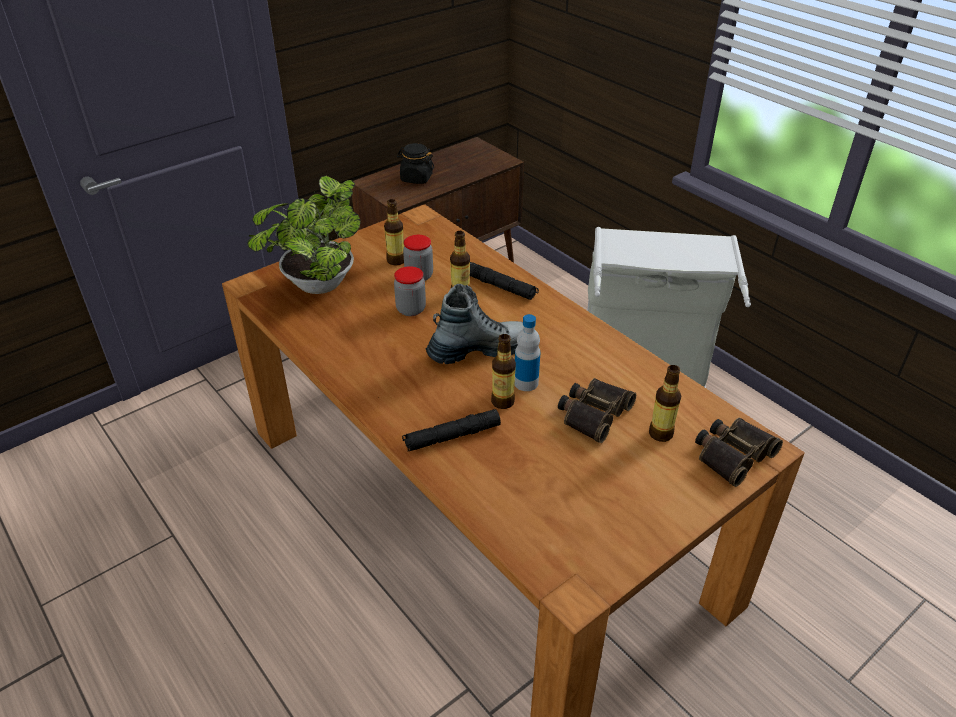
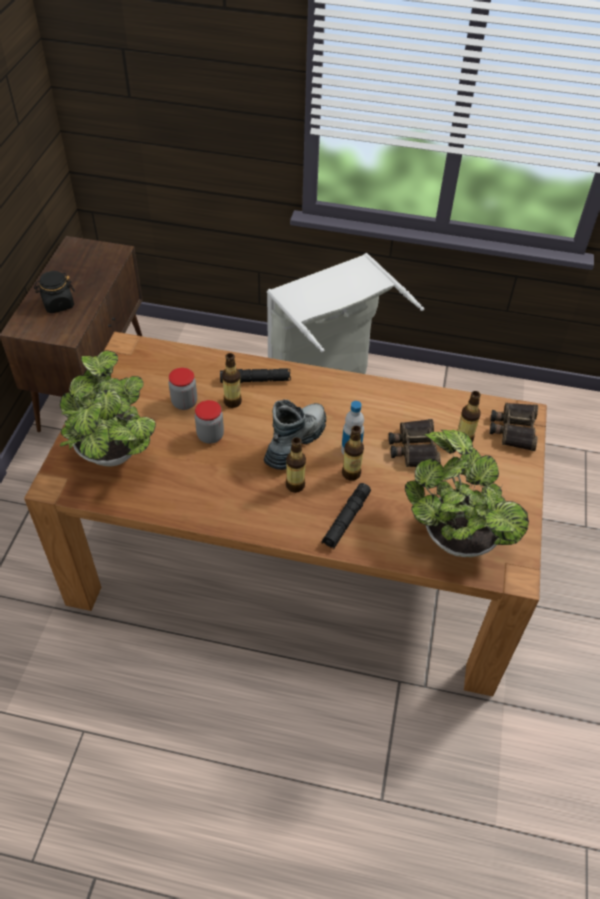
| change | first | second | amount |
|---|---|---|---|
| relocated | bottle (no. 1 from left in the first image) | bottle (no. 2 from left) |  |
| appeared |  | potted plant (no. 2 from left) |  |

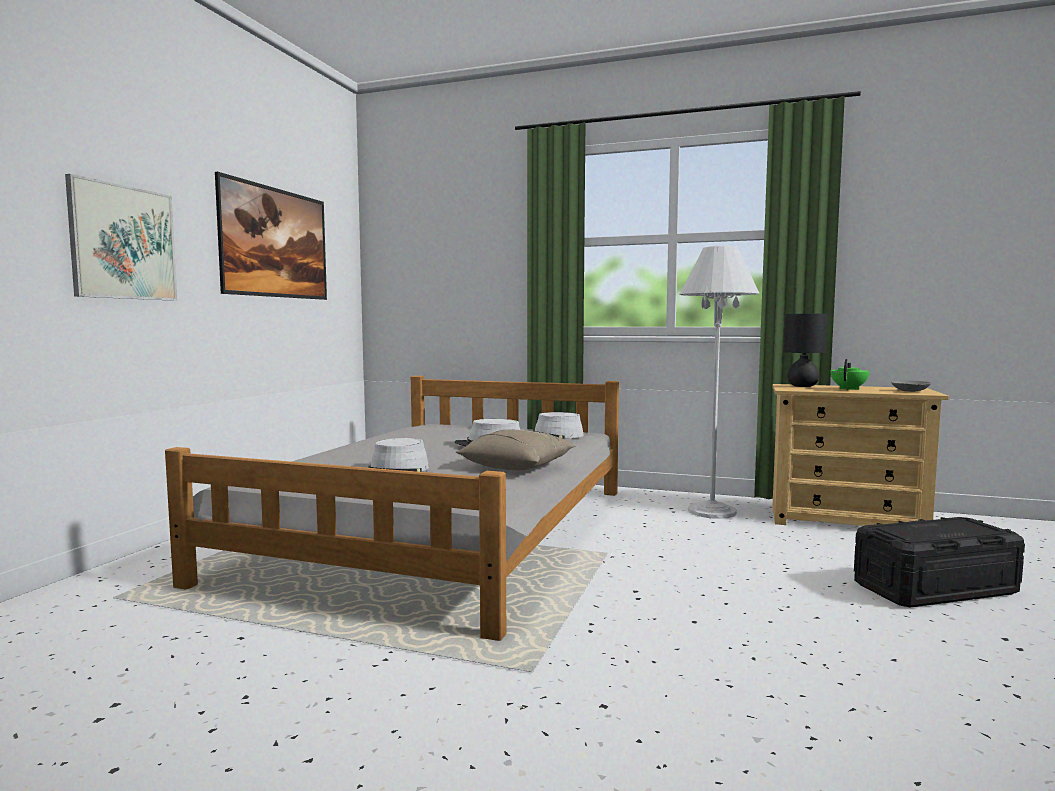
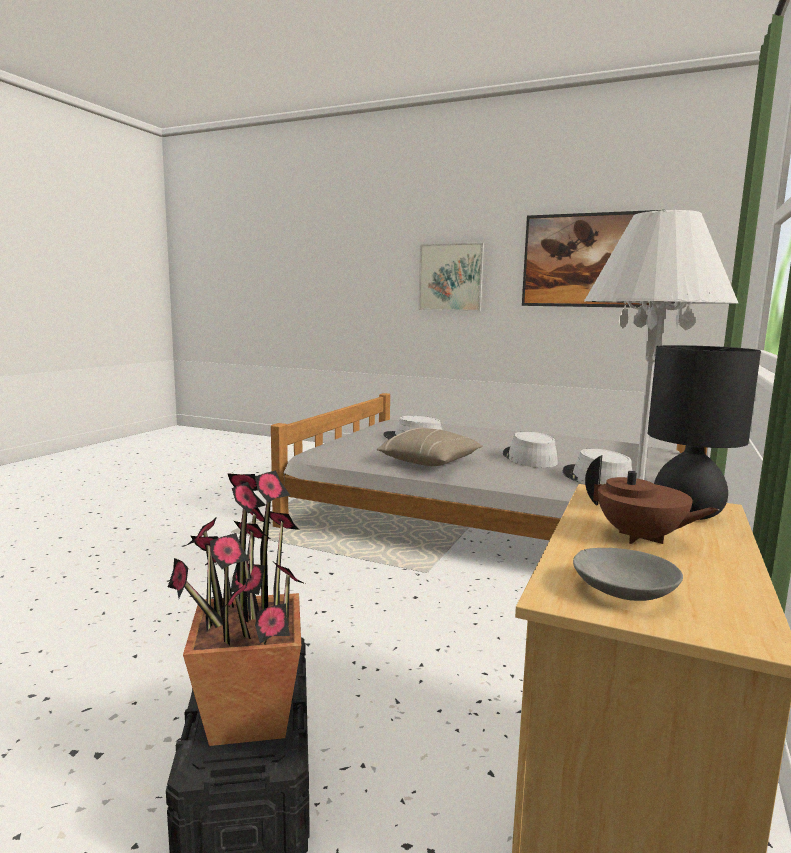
| change | first | second | amount |
|---|---|---|---|
| colour | teapot/green | teapot/brown |  |
| appeared |  | potted plant |  |

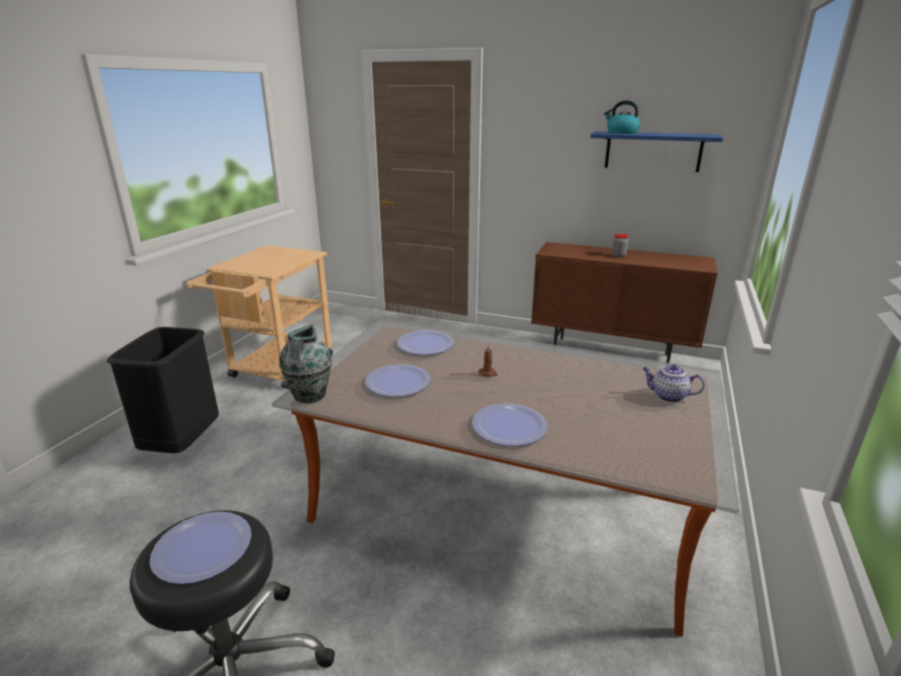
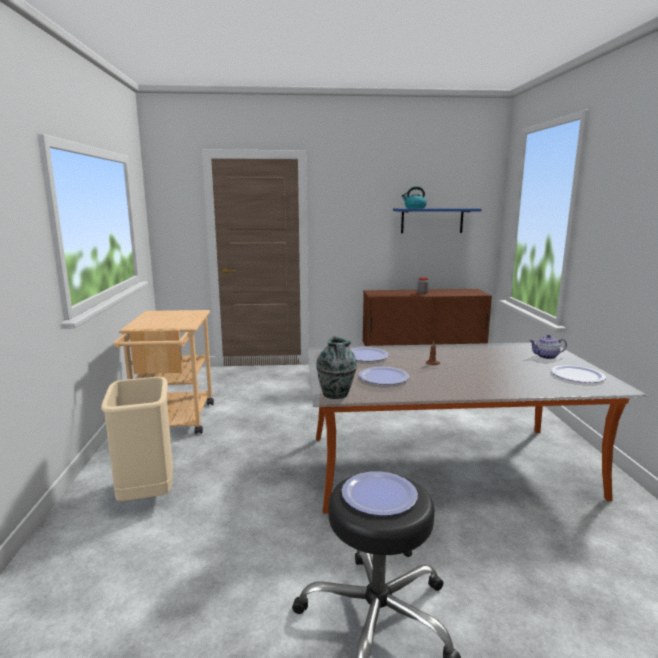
| change | first | second | amount |
|---|---|---|---|
| colour | trash can/black | trash can/beige |  |
| relocated | plate (no. 4 from left) |  |  |

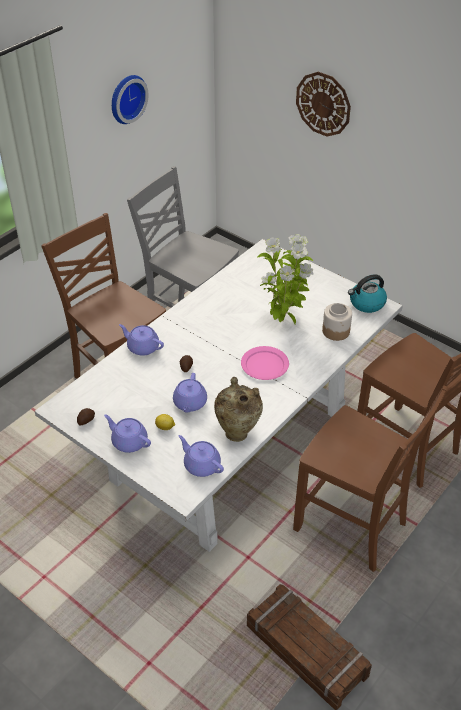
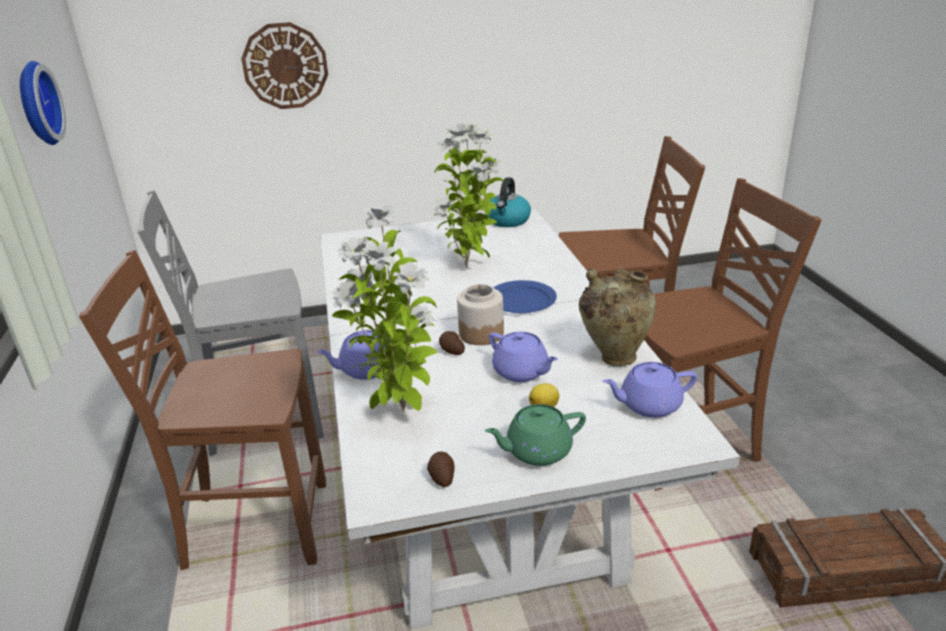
| change | first | second | amount |
|---|---|---|---|
| relocated | jar |  |  |
| colour | plate/pink | plate/blue |  |
| colour | teapot/purple (no. 1 from left) | teapot/green |  |
| appeared |  | potted plant (no. 1 from left) |  |

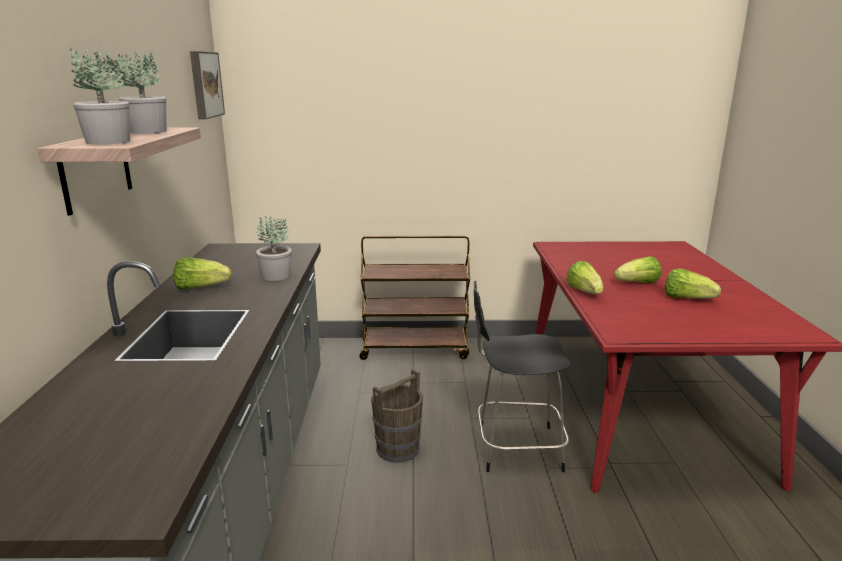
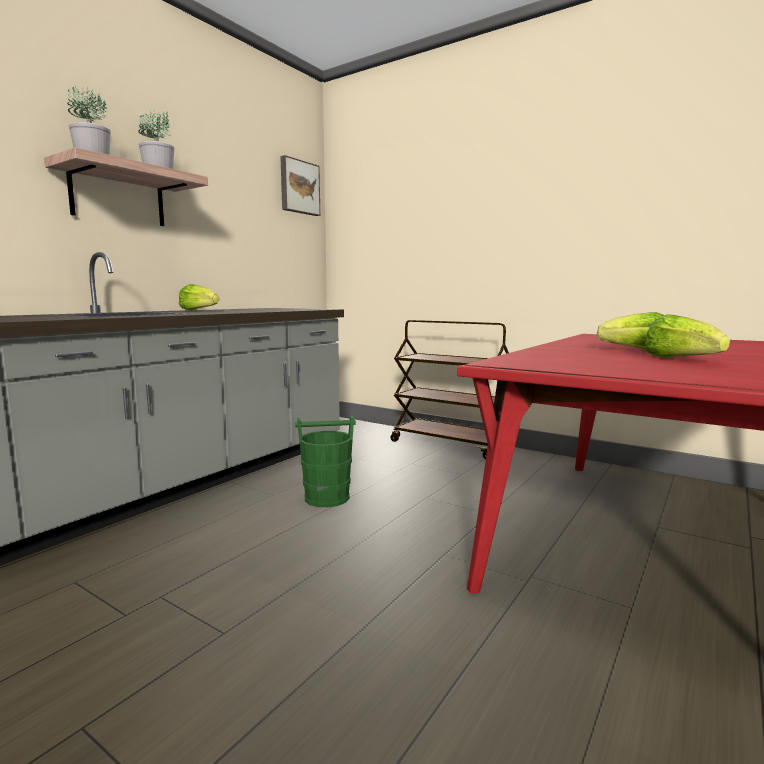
| change | first | second | amount |
|---|---|---|---|
| missing | potted plant (no. 3 from left) |  |  |
| missing | lettuce (no. 2 from left) |  |  |
| missing | chair/black |  |  |
| colour | bucket/brown | bucket/green |  |

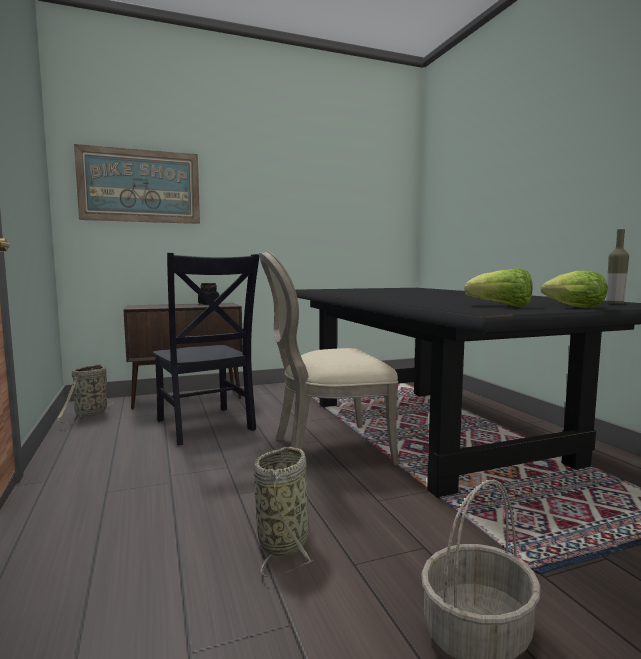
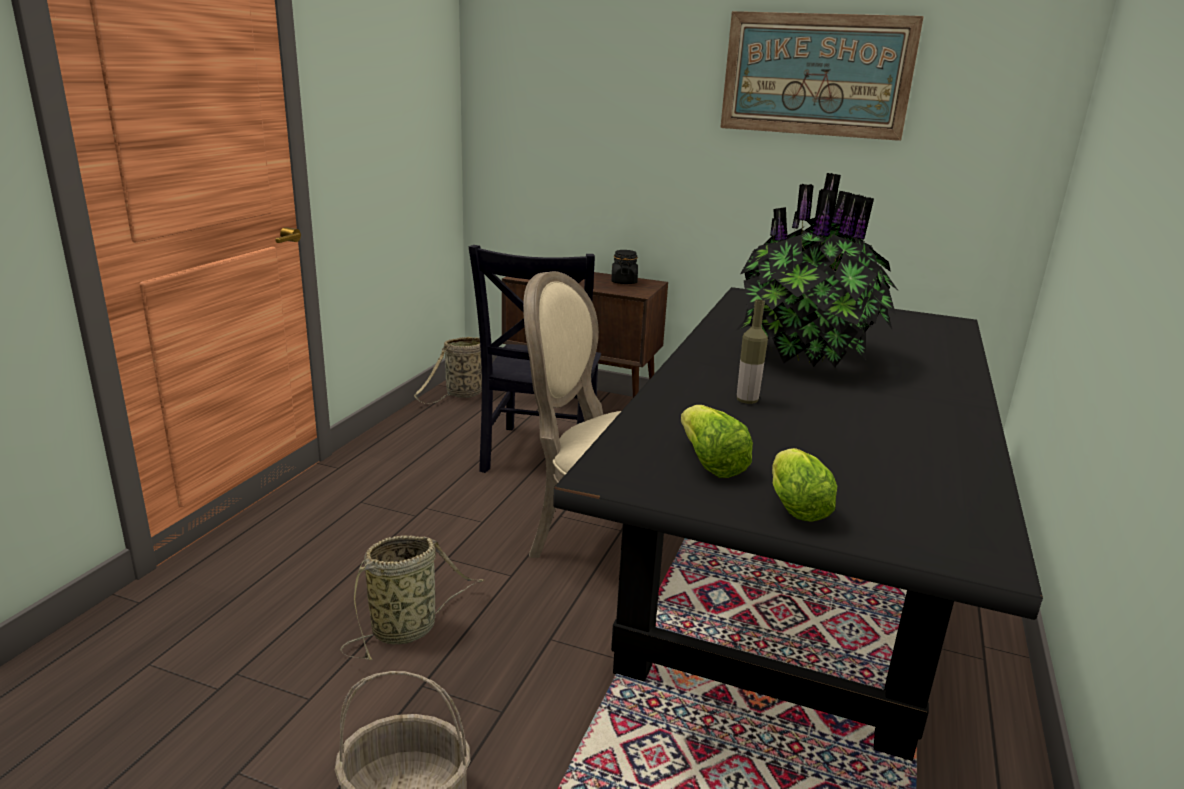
| change | first | second | amount |
|---|---|---|---|
| relocated | picture |  |  |
| relocated | bottle |  |  |
| appeared |  | potted plant |  |

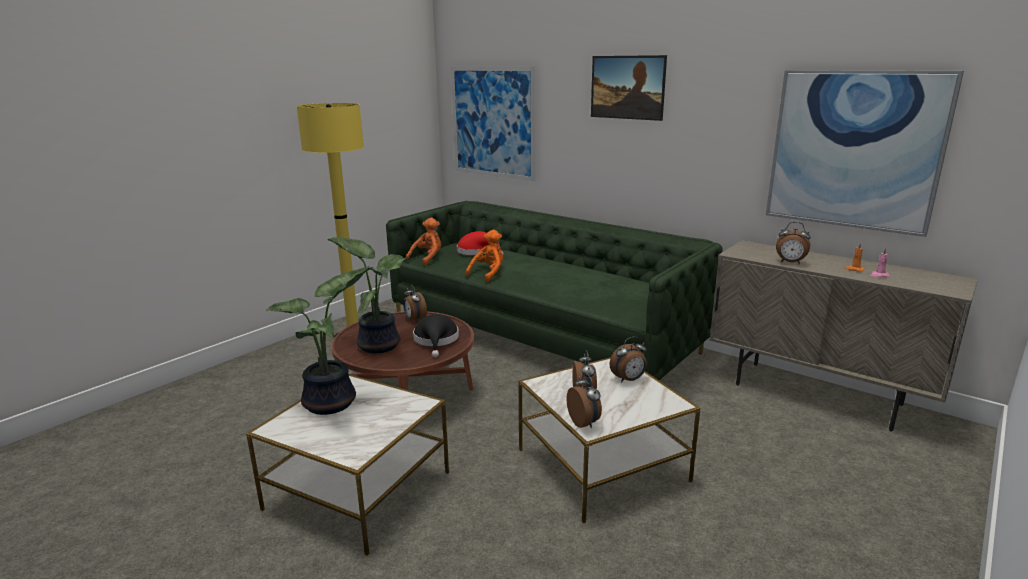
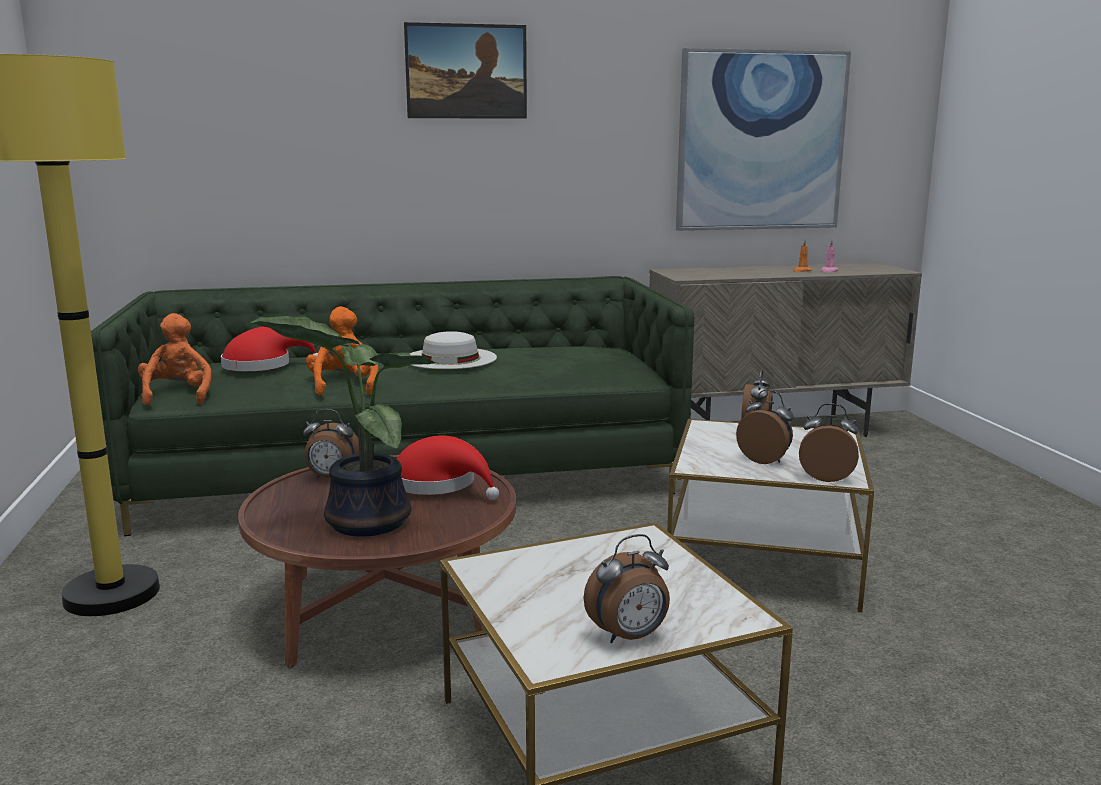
| change | first | second | amount |
|---|---|---|---|
| missing | picture (no. 1 from left) |  |  |
| relocated | alarm clock (no. 5 from left in the first image) | alarm clock (no. 2 from left) |  |
| missing | potted plant (no. 1 from left) |  |  |
| colour | hat/black | hat/red (no. 2 from left) |  |
| appeared |  | hat/white |  |

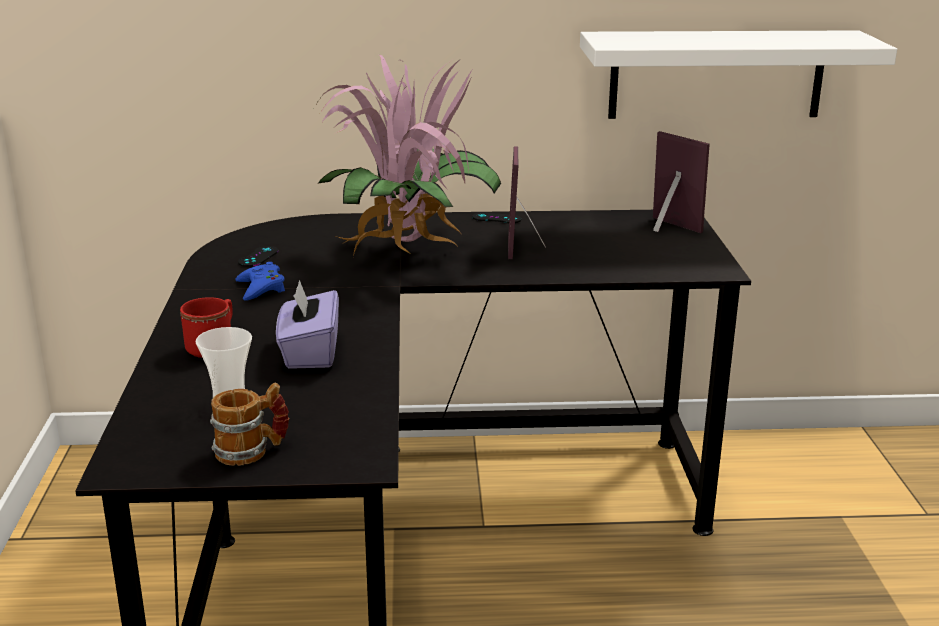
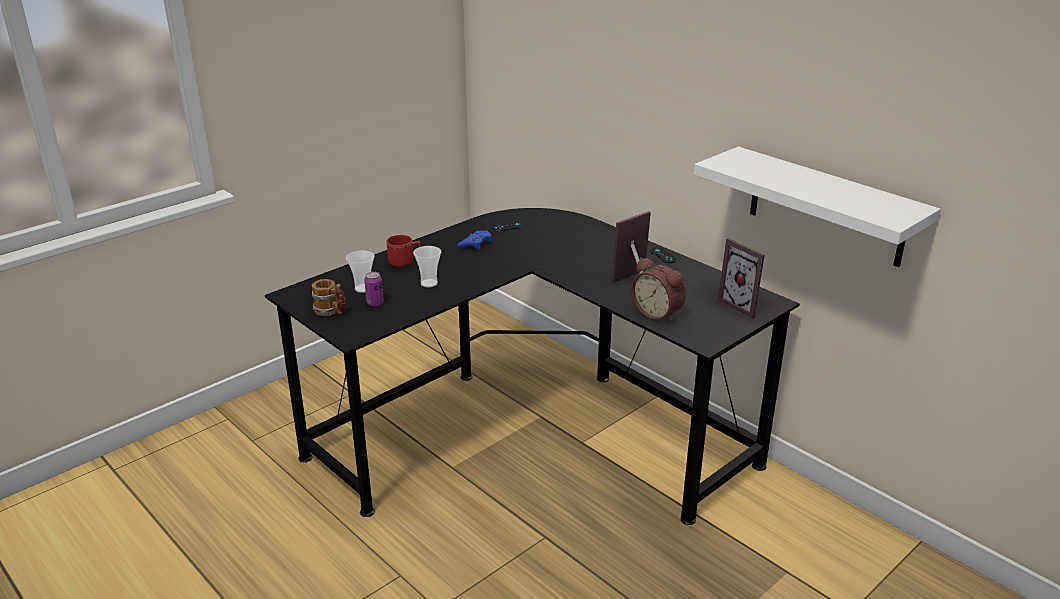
| change | first | second | amount |
|---|---|---|---|
| missing | potted plant |  |  |
| spun | picture frame (no. 2 from left) |  | 135 degrees clockwise |
| exchanged | tissue box/purple | cup (no. 2 from left) |  |
| appeared |  | alarm clock |  |
| appeared |  | can |  |

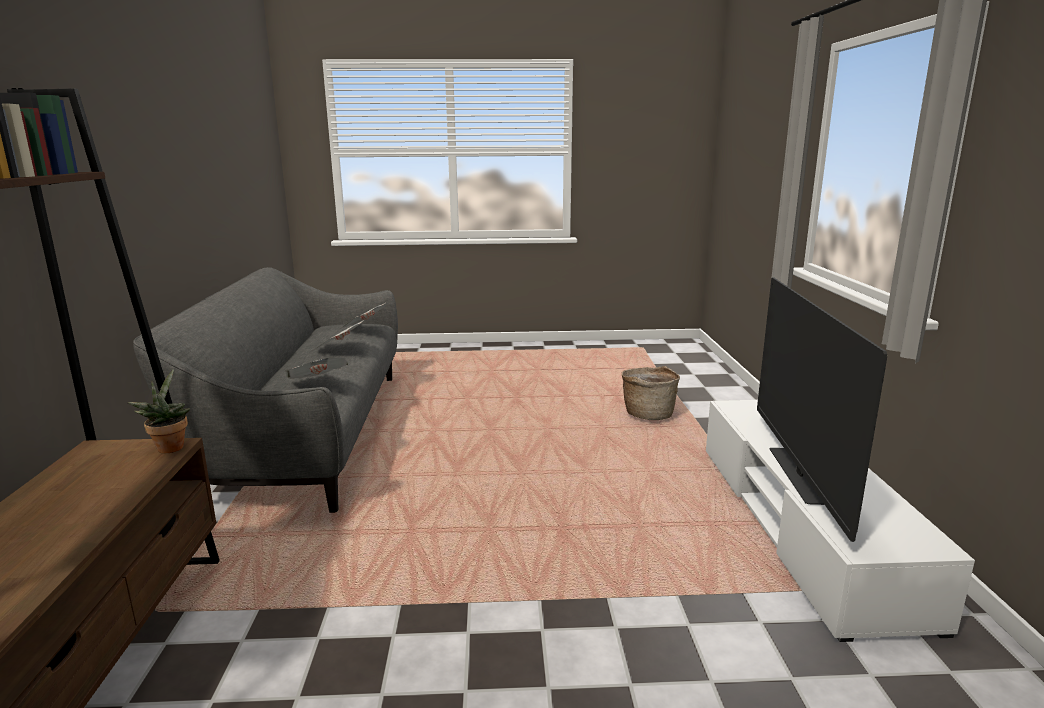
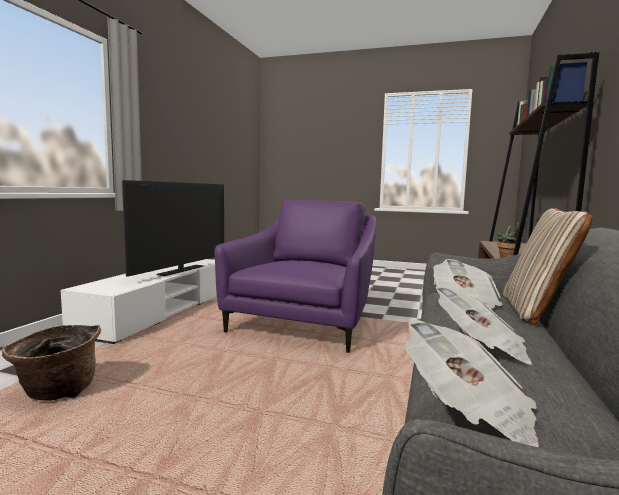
| change | first | second | amount |
|---|---|---|---|
| appeared |  | armchair/purple |  |
| appeared |  | pillow/beige |  |

